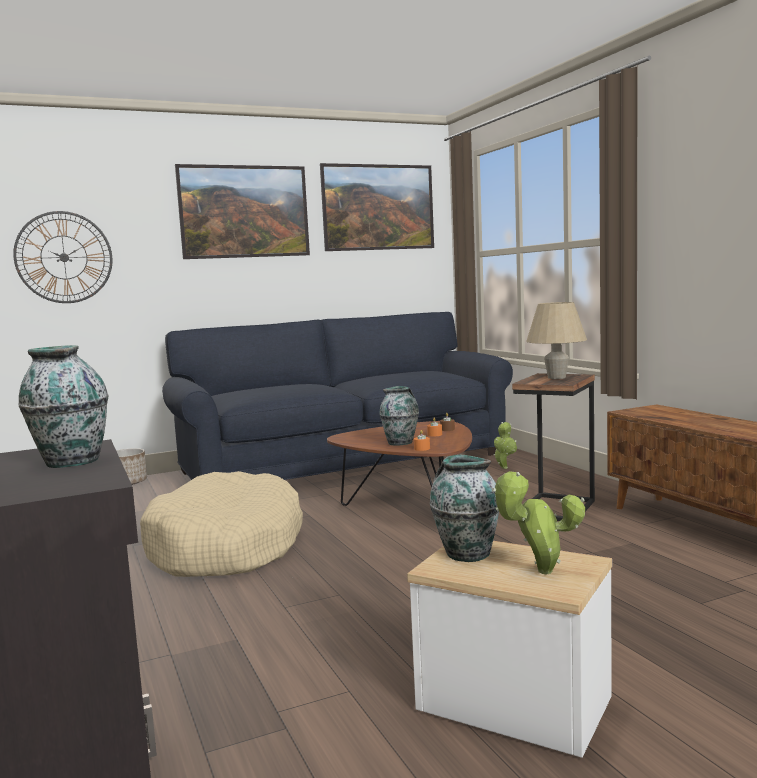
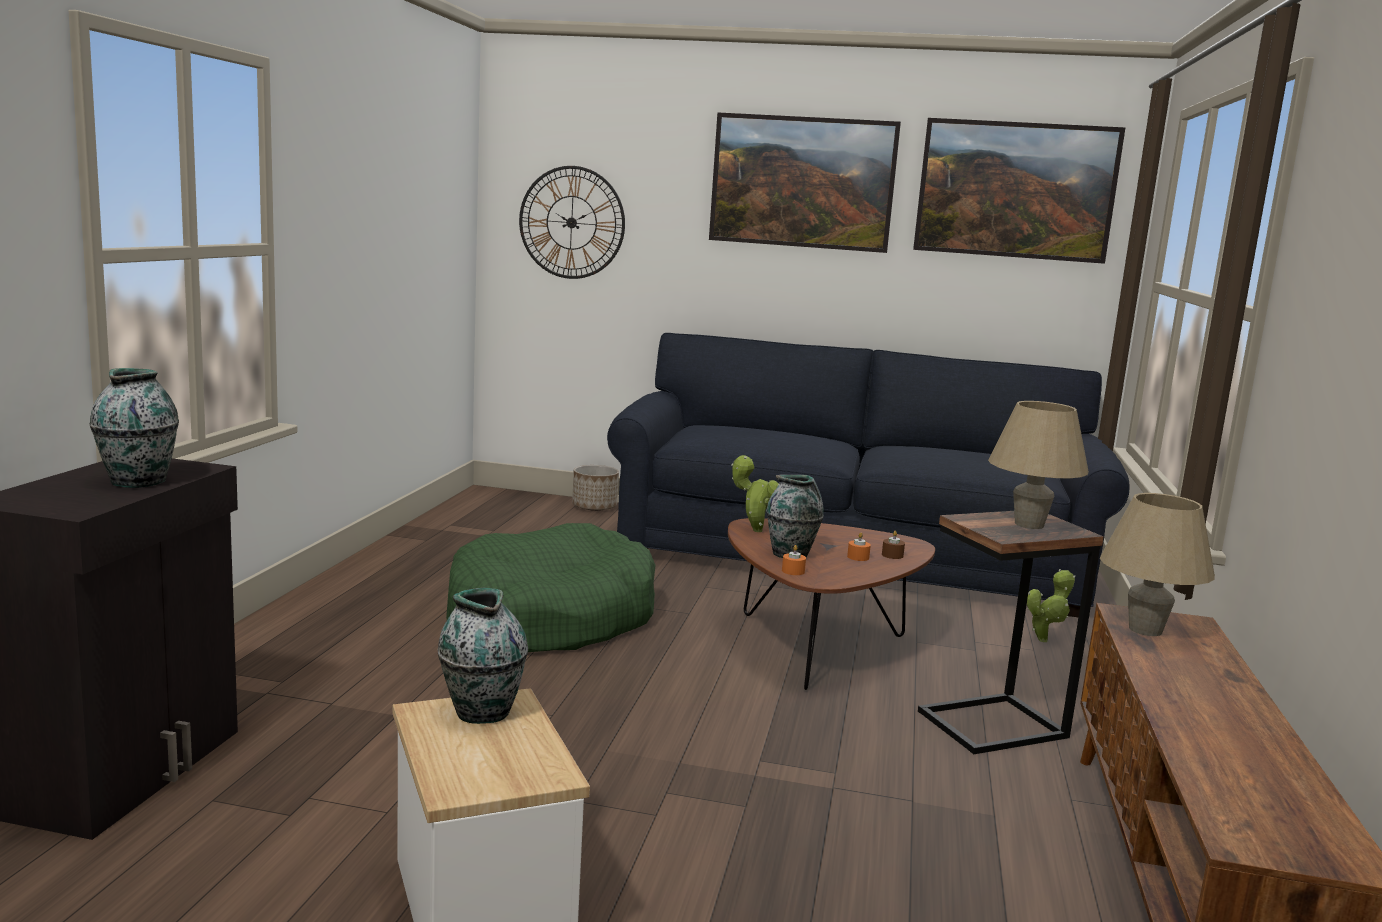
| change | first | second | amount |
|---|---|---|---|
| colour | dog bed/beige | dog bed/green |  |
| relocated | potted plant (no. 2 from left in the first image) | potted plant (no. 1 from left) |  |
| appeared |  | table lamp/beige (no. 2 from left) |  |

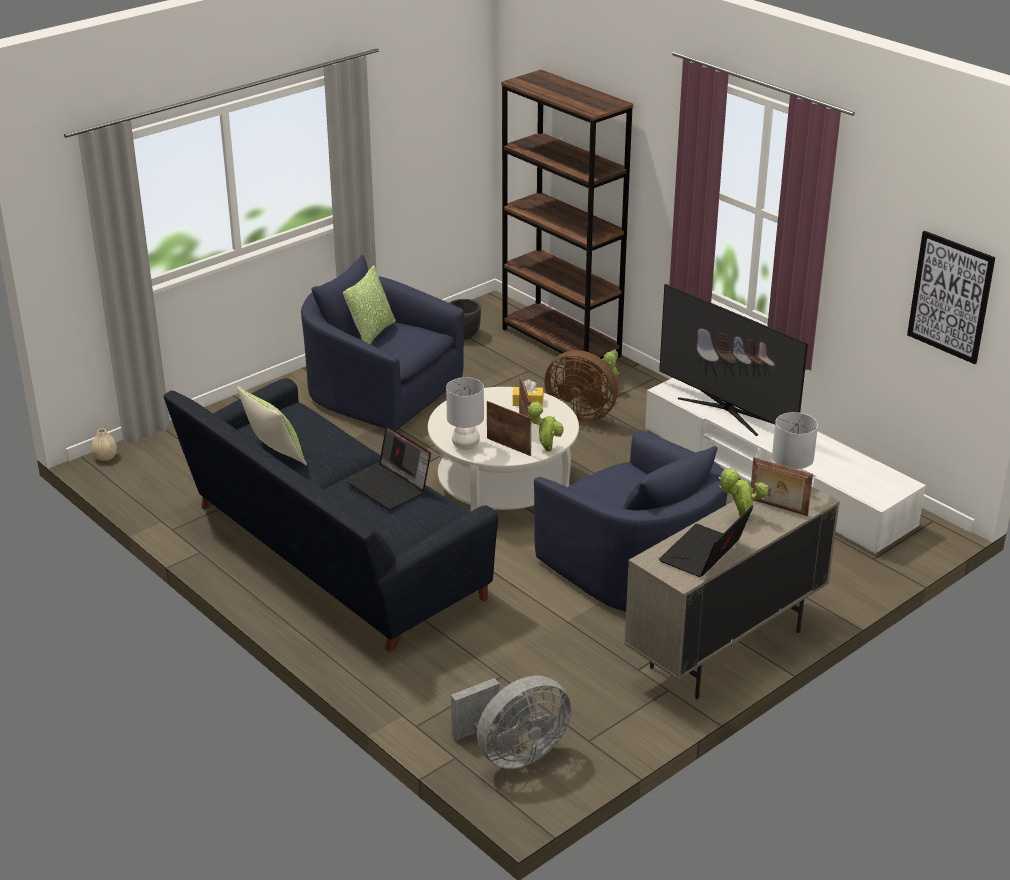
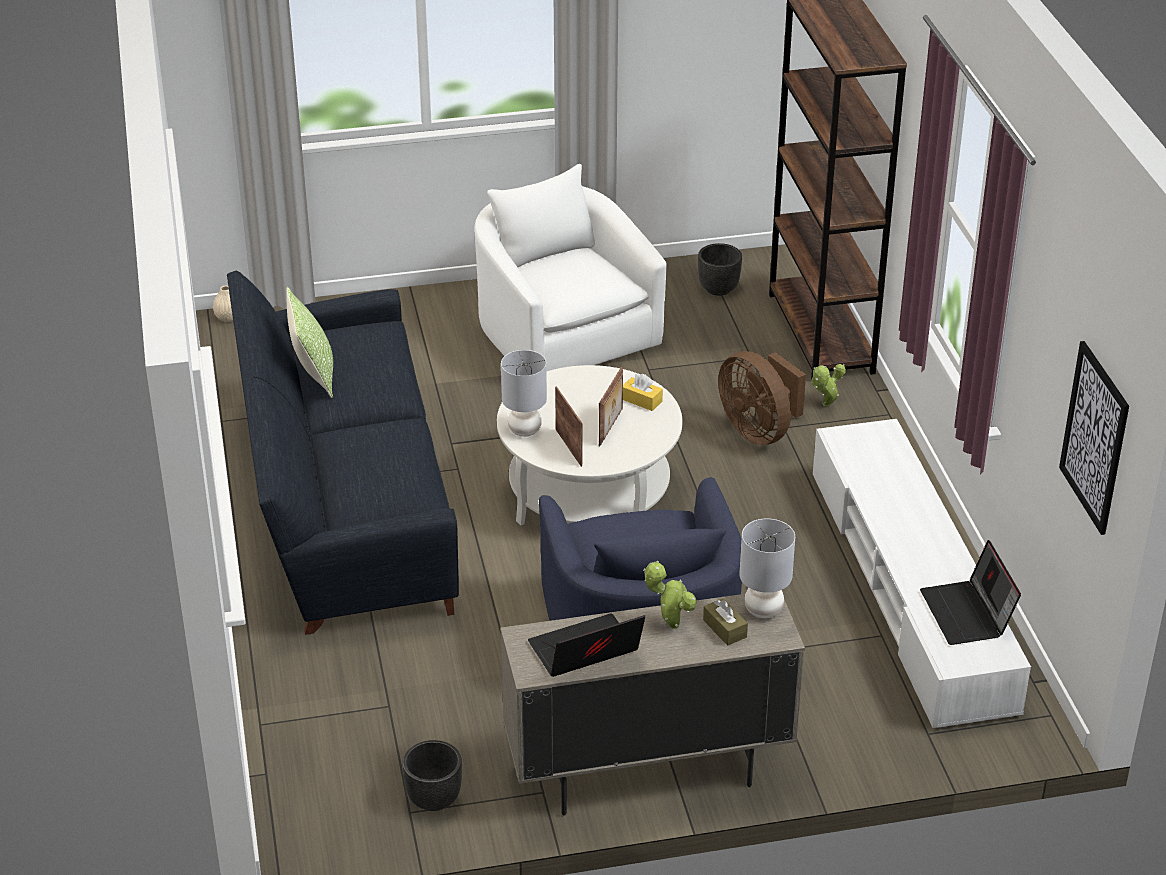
| change | first | second | amount |
|---|---|---|---|
| colour | armchair/blue (no. 1 from left) | armchair/white |  |
| missing | pillow (no. 2 from left) |  |  |
| missing | television |  |  |
| missing | potted plant (no. 1 from left) |  |  |
| relocated | laptop (no. 1 from left in the first image) | laptop (no. 2 from left) |  |
| exchanged | picture frame (no. 3 from left) | tissue box/brown |  |
| missing | fan/grey |  |  |
| appeared |  | planter/black (no. 1 from left) |  |

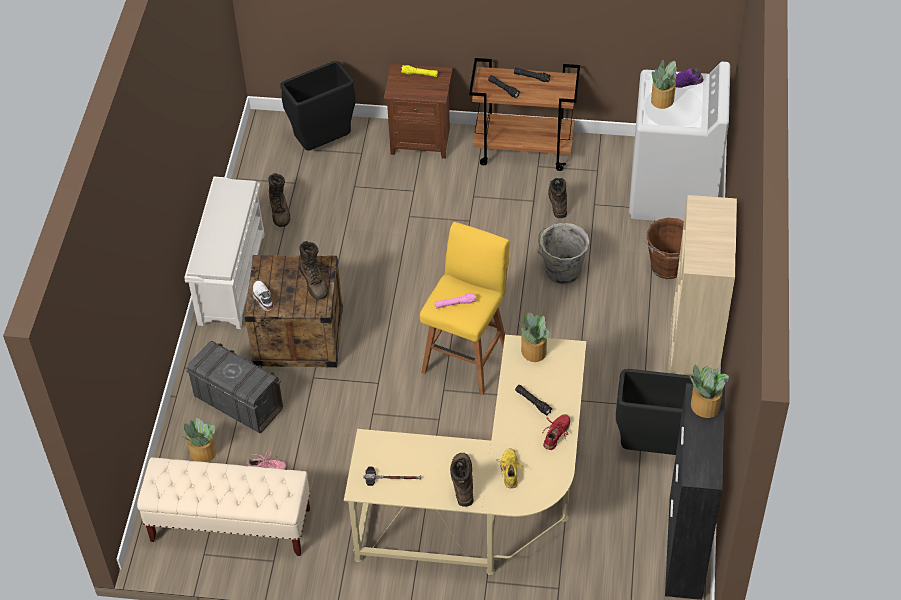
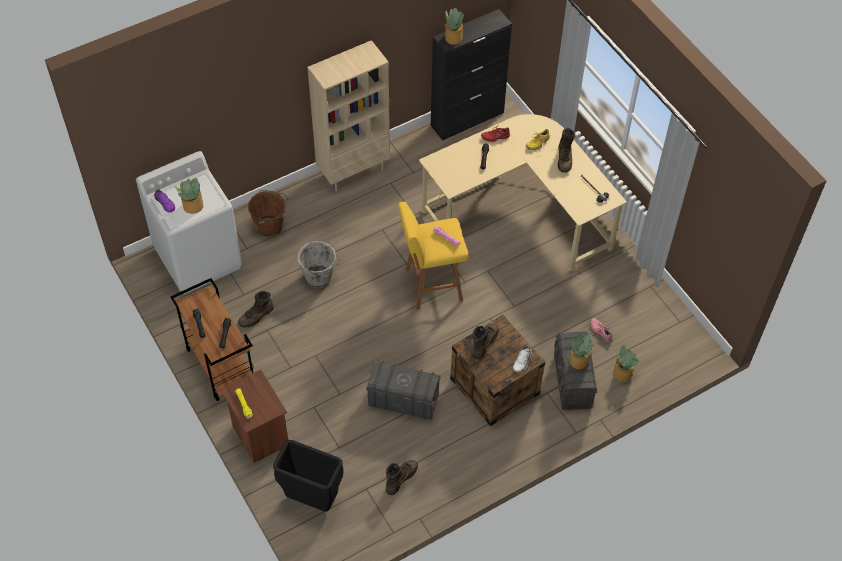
| change | first | second | amount |
|---|---|---|---|
| missing | shoe rack/white |  |  |
| relocated | potted plant (no. 2 from left in the first image) | potted plant (no. 3 from left) |  |
| missing | trash can/black (no. 2 from left) |  |  |
| spun | boot/brown (no. 3 from left in the first image) | boot/brown (no. 4 from left) | 45 degrees counterclockwise |
| missing | bench/beige |  |  |
| appeared |  | storage box/grey (no. 1 from left) |  |

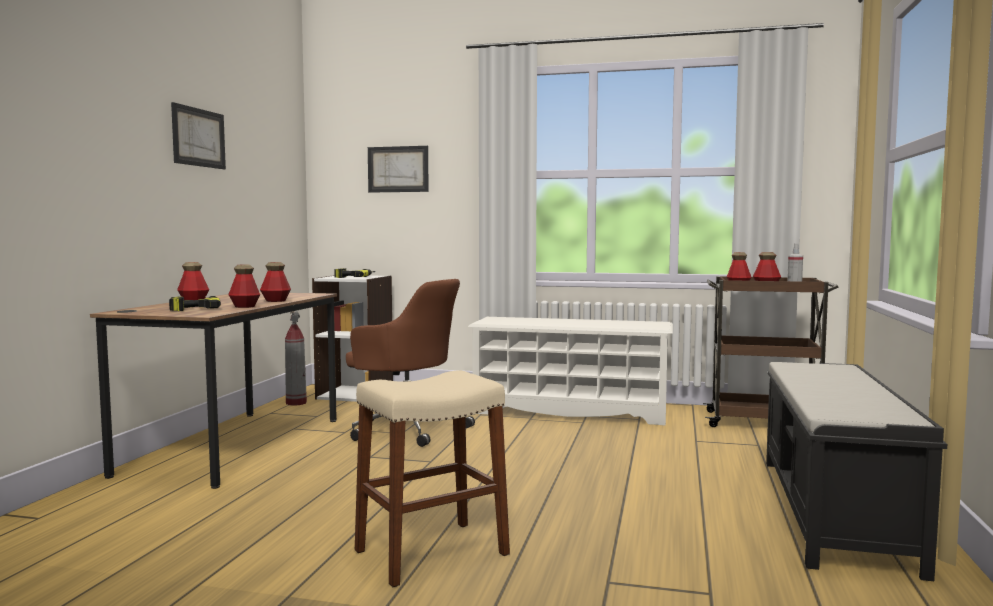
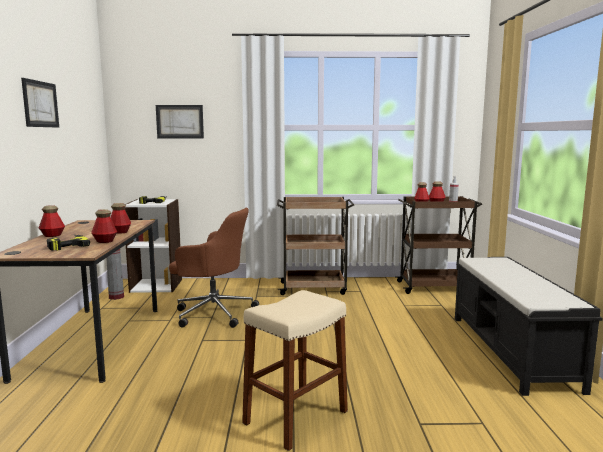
| change | first | second | amount |
|---|---|---|---|
| exchanged | shoe rack/white | cart/brown (no. 1 from left) |  |

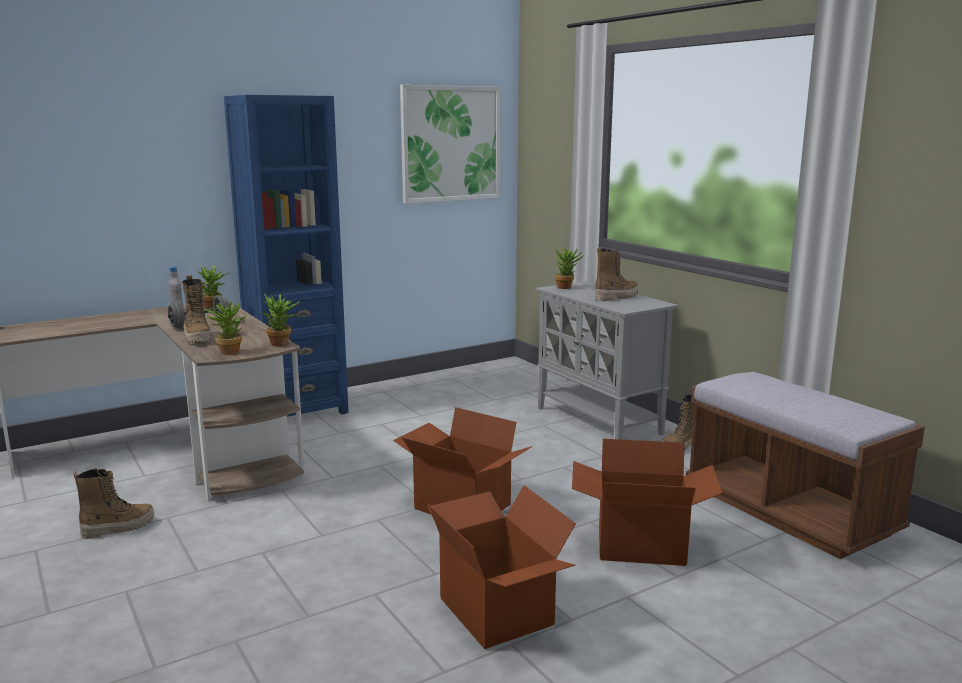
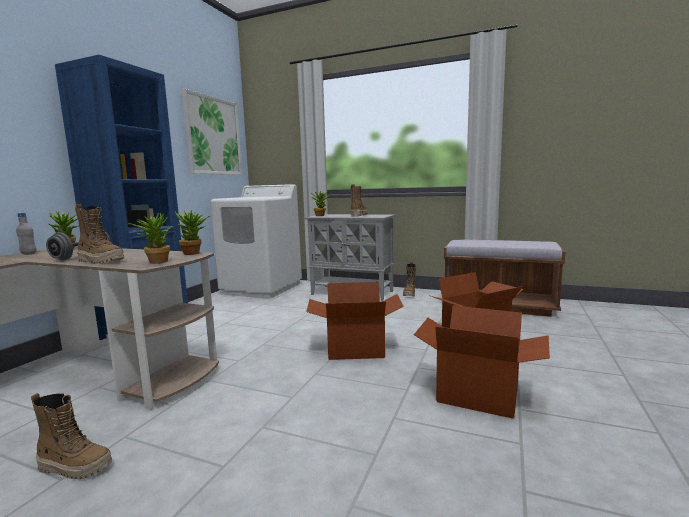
| change | first | second | amount |
|---|---|---|---|
| spun | boot (no. 1 from left) |  | 75 degrees clockwise |
| appeared |  | washing machine/white |  |

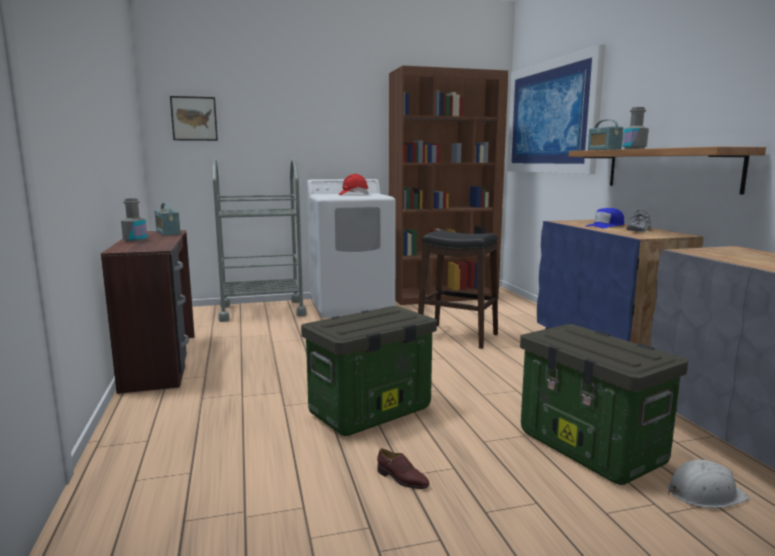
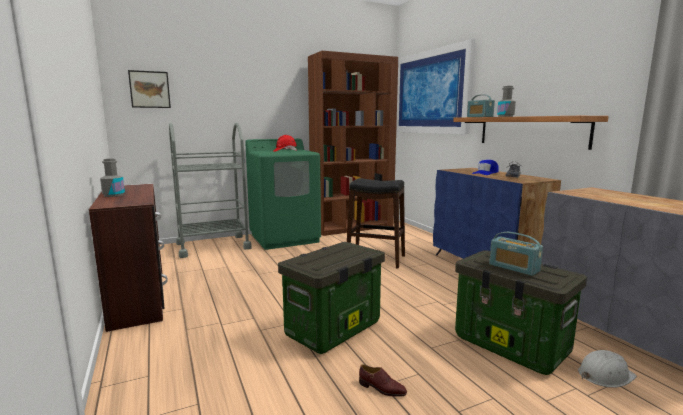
| change | first | second | amount |
|---|---|---|---|
| colour | washing machine/white | washing machine/green |  |
| relocated | radio (no. 1 from left in the first image) | radio (no. 2 from left) |  |

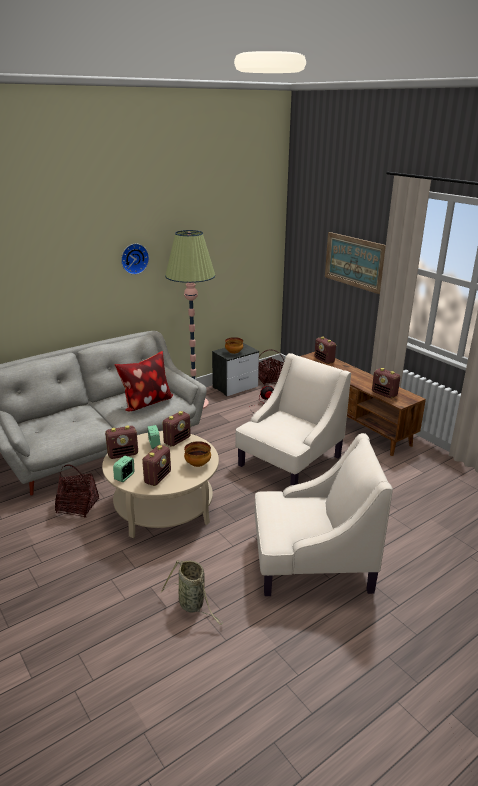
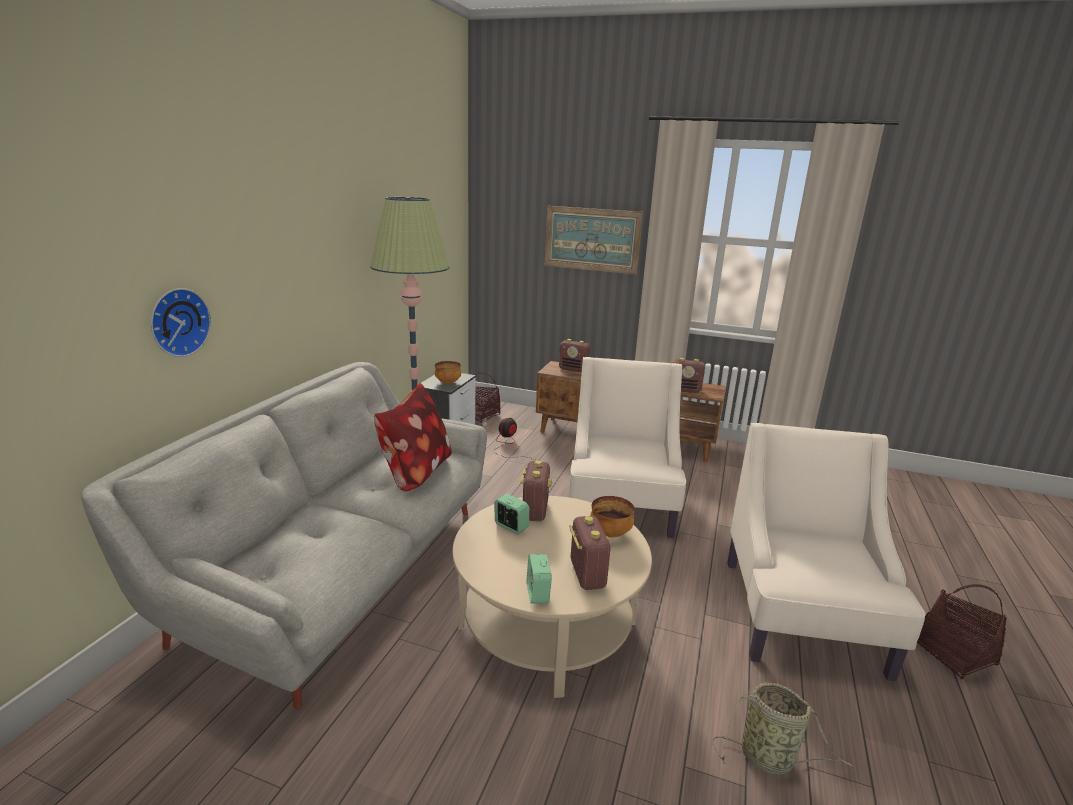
| change | first | second | amount |
|---|---|---|---|
| relocated | wall clock |  |  |
| missing | radio (no. 1 from left) |  |  |
| spun | armchair/beige (no. 2 from left) |  | 45 degrees counterclockwise |
| relocated | basket (no. 1 from left in the first image) | basket (no. 3 from left) |  |

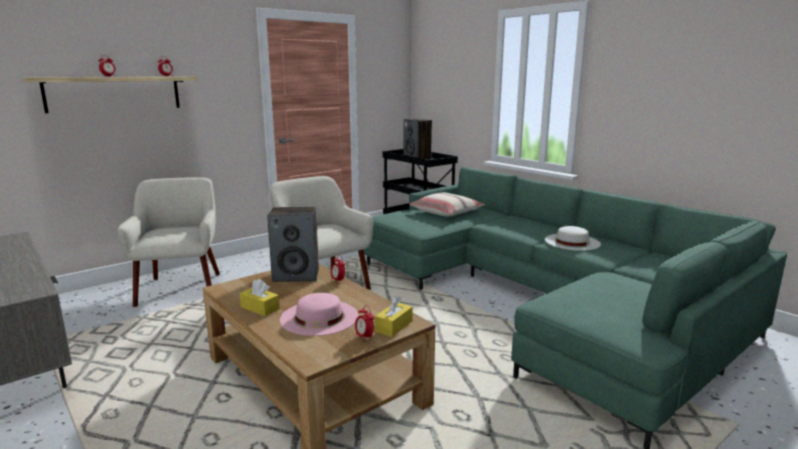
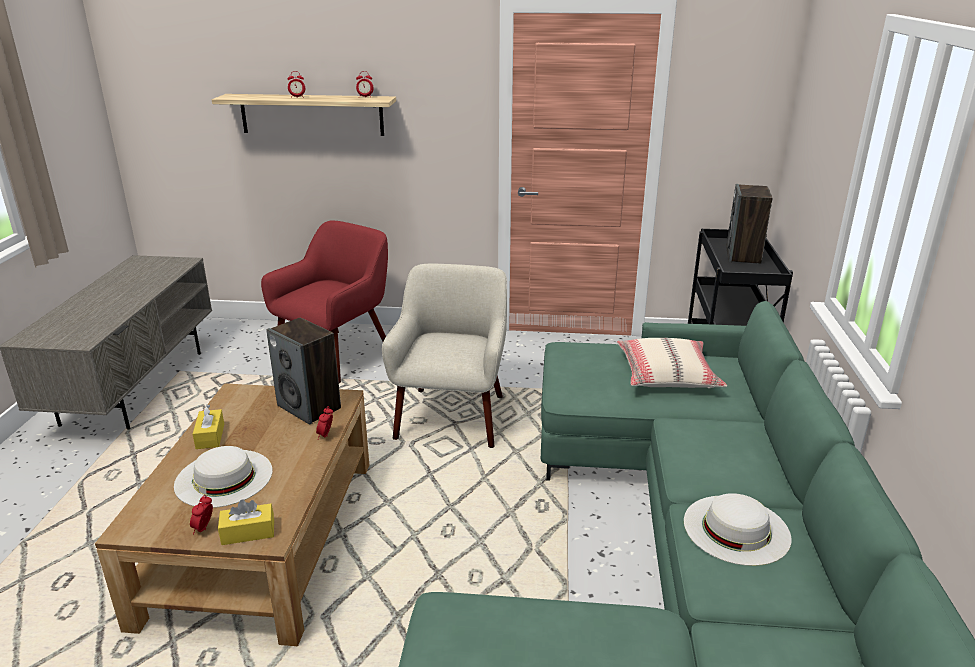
| change | first | second | amount |
|---|---|---|---|
| colour | armchair/beige (no. 1 from left) | armchair/red |  |
| colour | hat/pink | hat/white (no. 1 from left) |  |

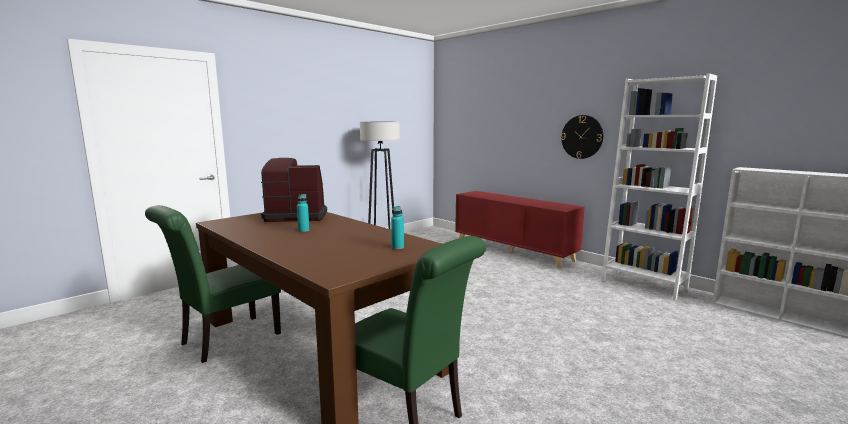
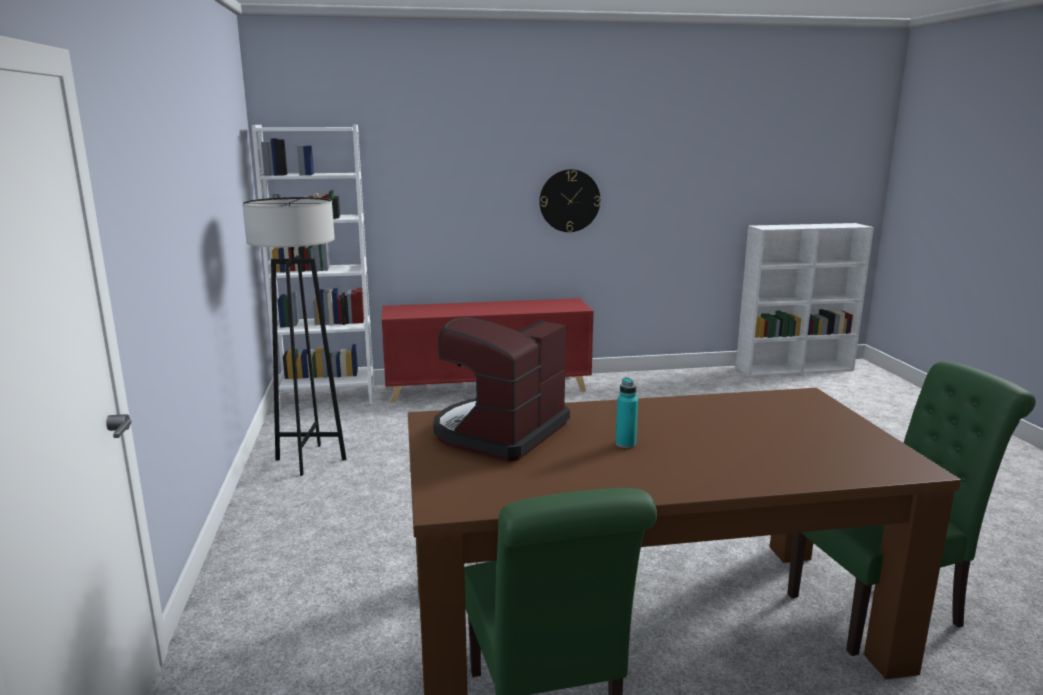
| change | first | second | amount |
|---|---|---|---|
| relocated | bookcase/white (no. 1 from left) |  |  |
| missing | bottle/turquoise (no. 2 from left) |  |  |

